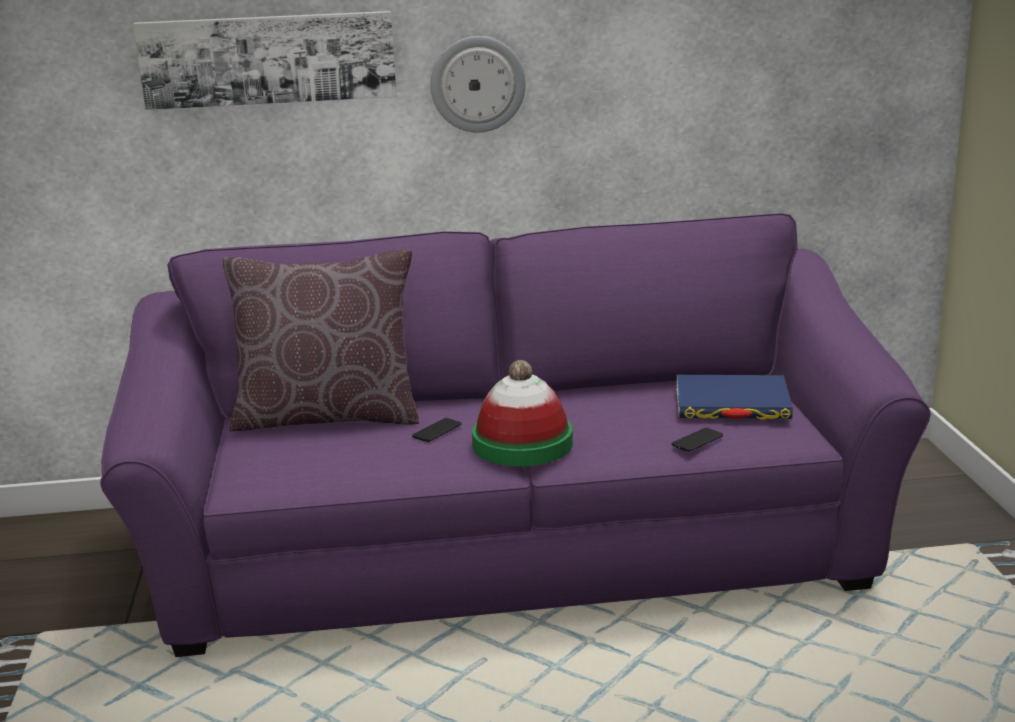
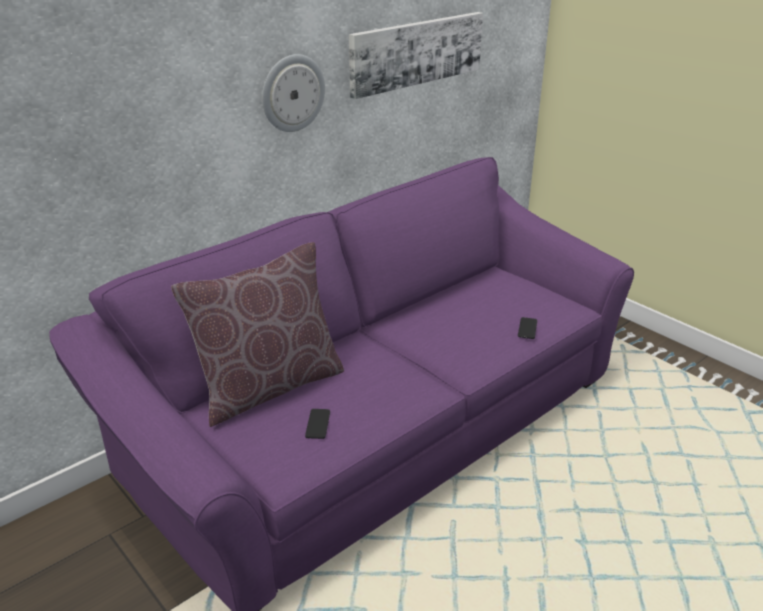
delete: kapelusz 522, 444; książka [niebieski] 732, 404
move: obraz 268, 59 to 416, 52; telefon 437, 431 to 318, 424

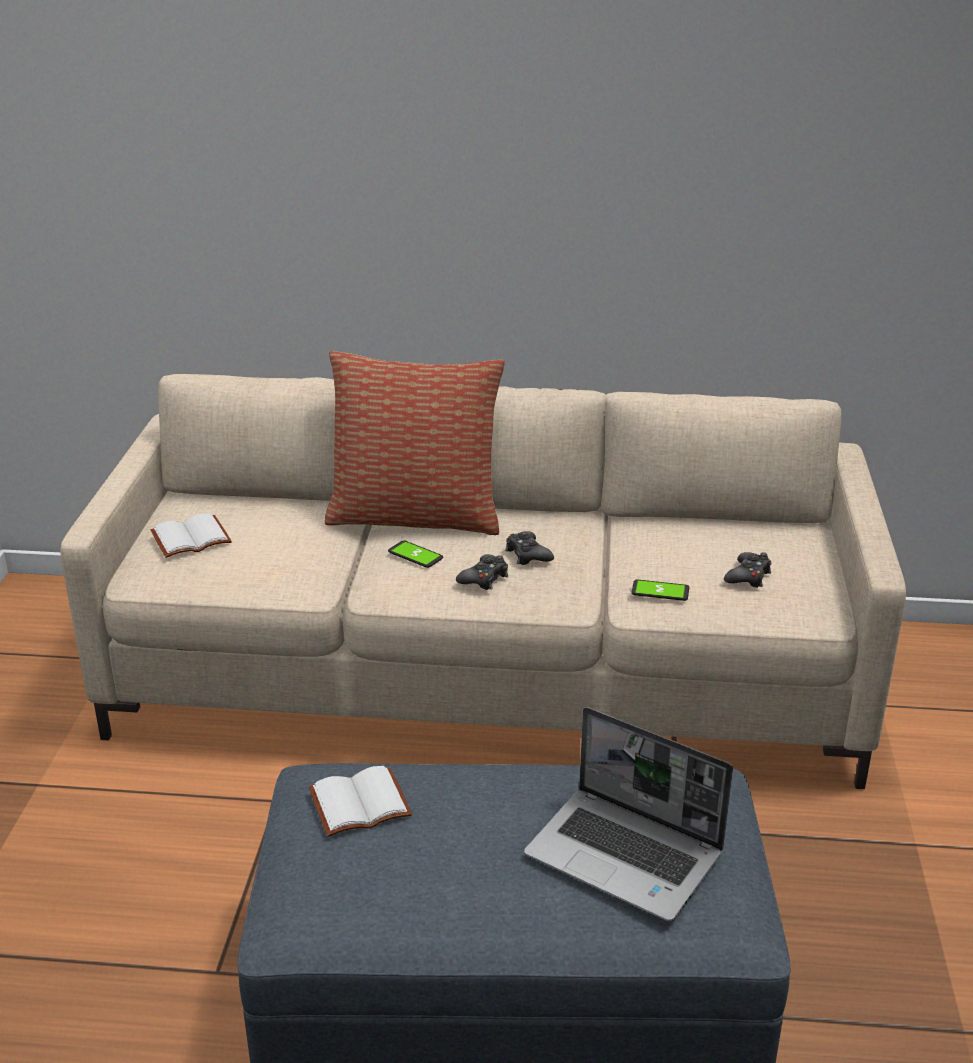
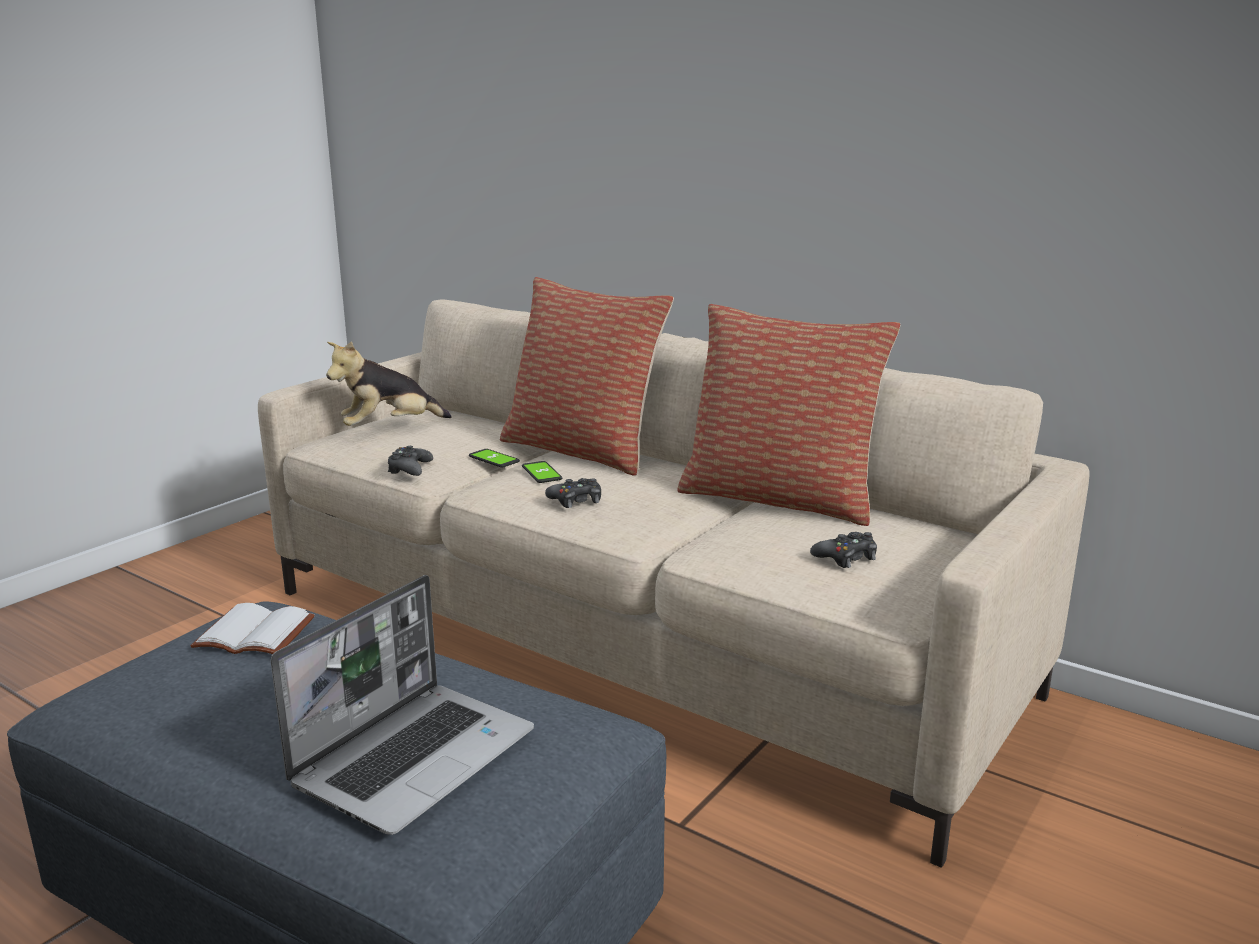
insert: poduszka 780, 498
move: pad do gier [czarny] 527, 555 to 409, 469; telefon 660, 591 to 494, 459
replace: książka [biały] 191, 537 to pluszak 389, 428
rotate: laptop 626, 855 = 415, 757 120 degrees counterclockwise

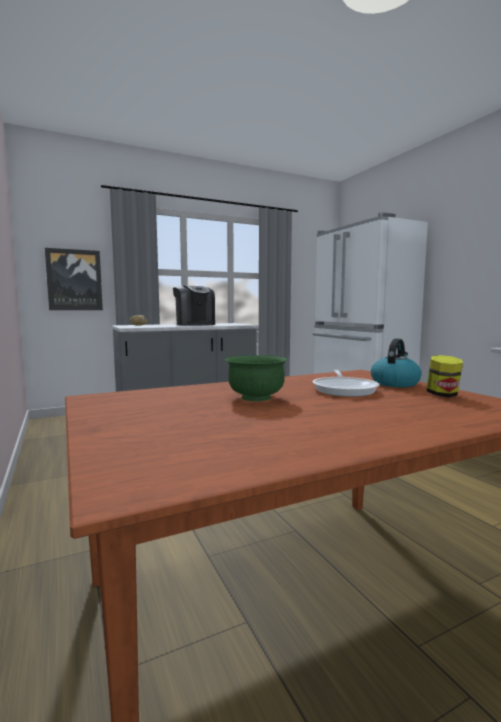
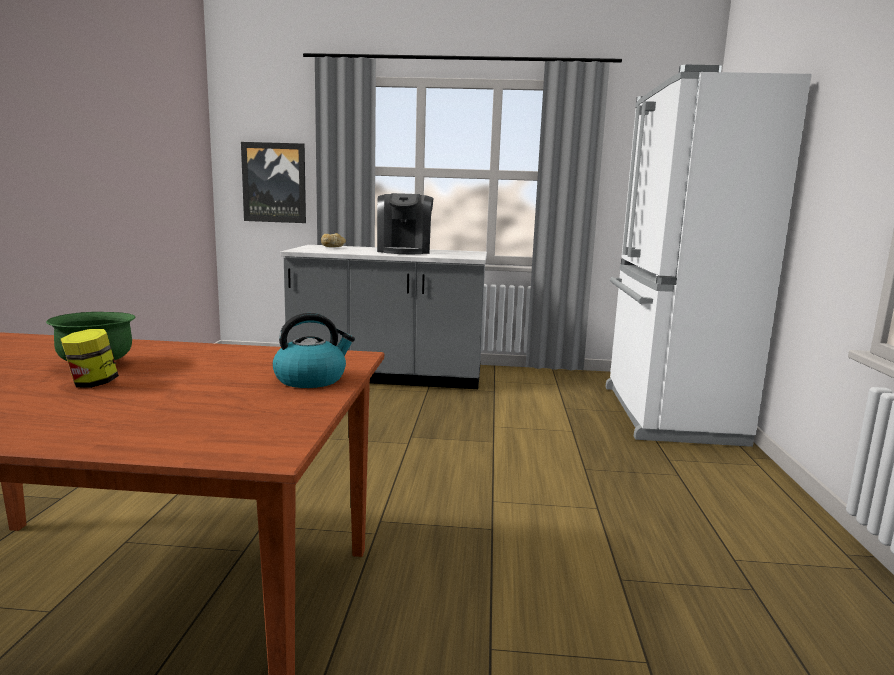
delete: patelnia 345, 389
move: słoik 442, 395 to 92, 384

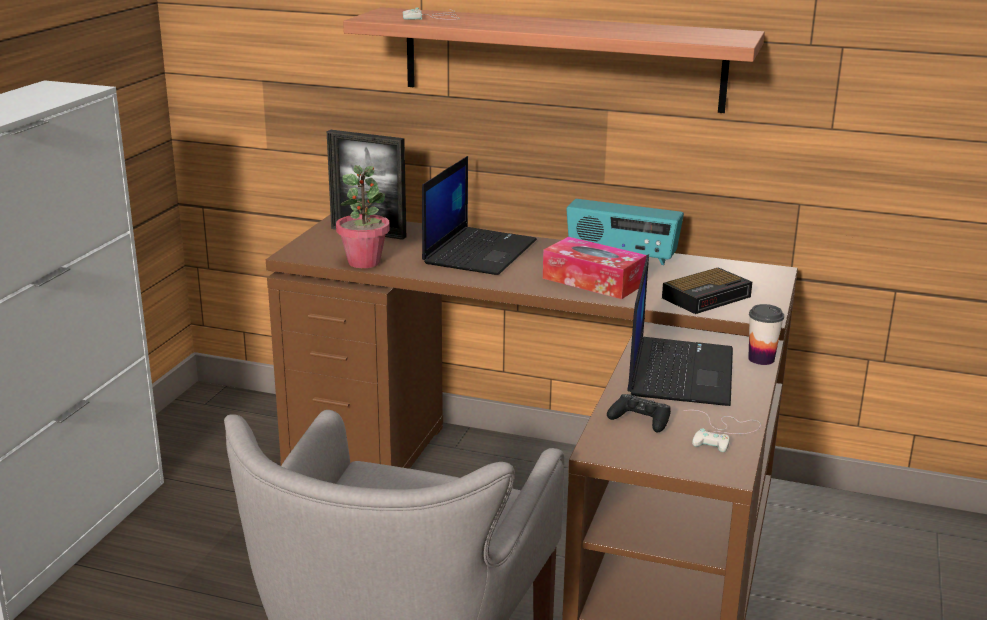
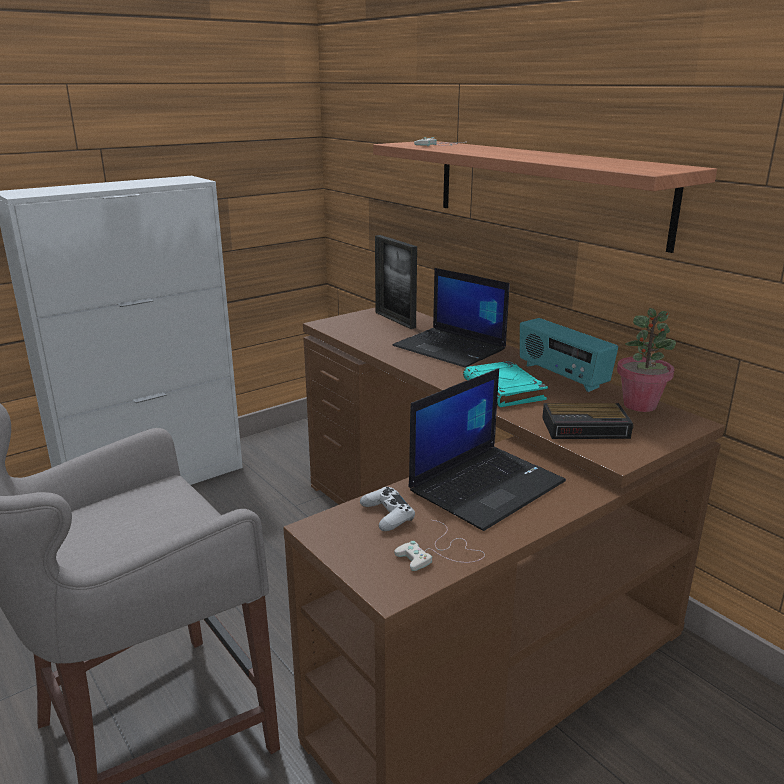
delete: filiżanka 761, 359
move: roślina doniczkowa 364, 262 to 640, 405
replace: pudełko chusteczek 593, 281 to książka [turkusowy] 504, 390
recolor: pad do gier [czarny] 640, 420 to pad do gier [biały] 387, 515
rotate: laptop 479, 251 = 451, 348 75 degrees clockwise

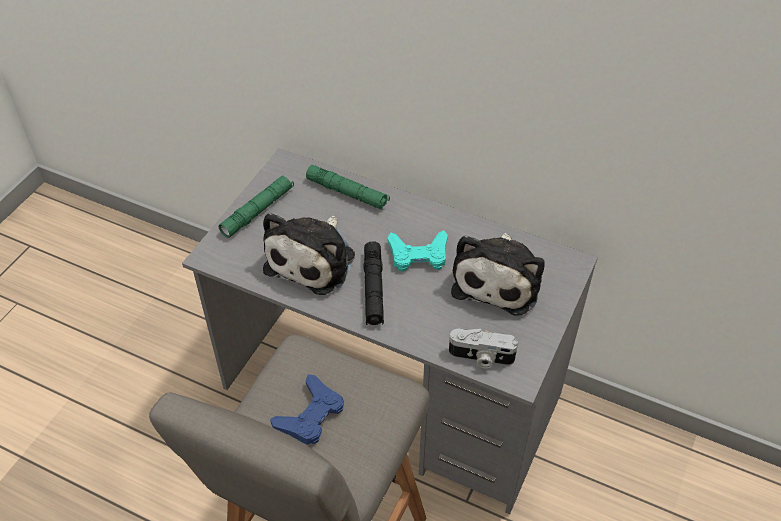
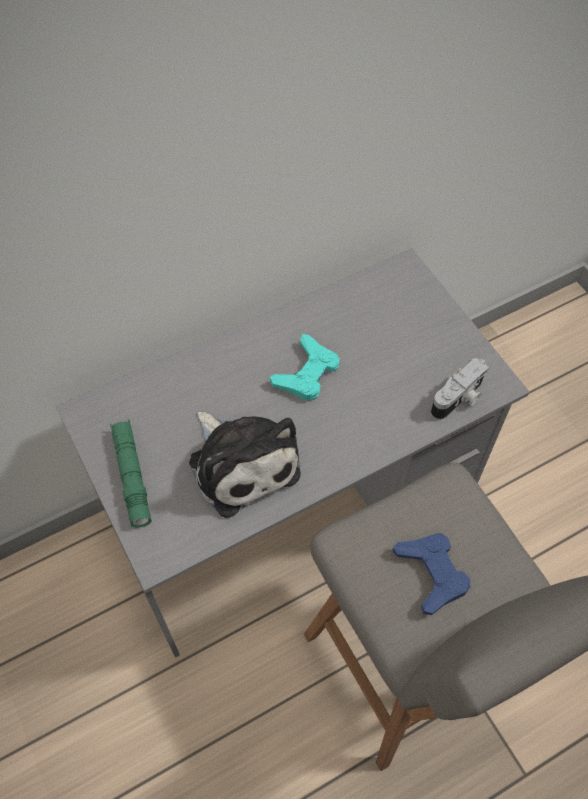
delete: latarka [zielony] 347, 193; pluszak 498, 279; latarka [czarny] 373, 289

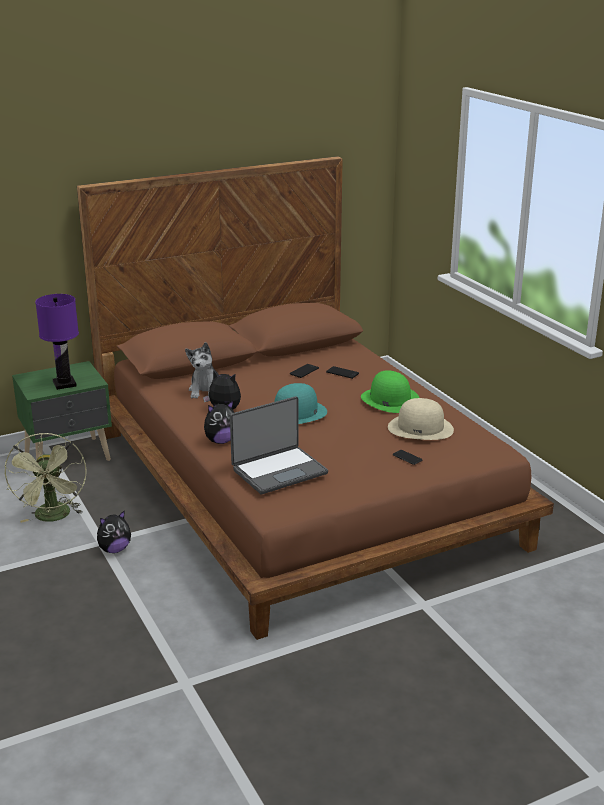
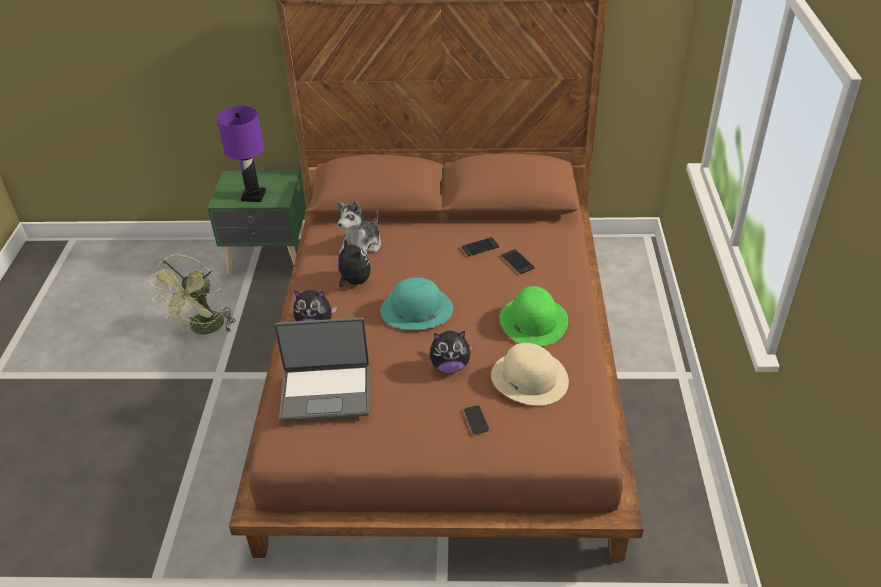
move: pluszak 114, 549 to 450, 366

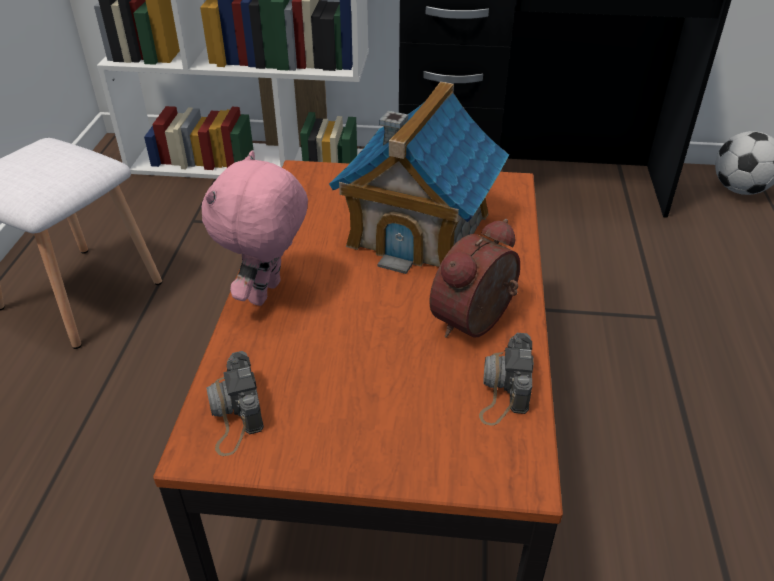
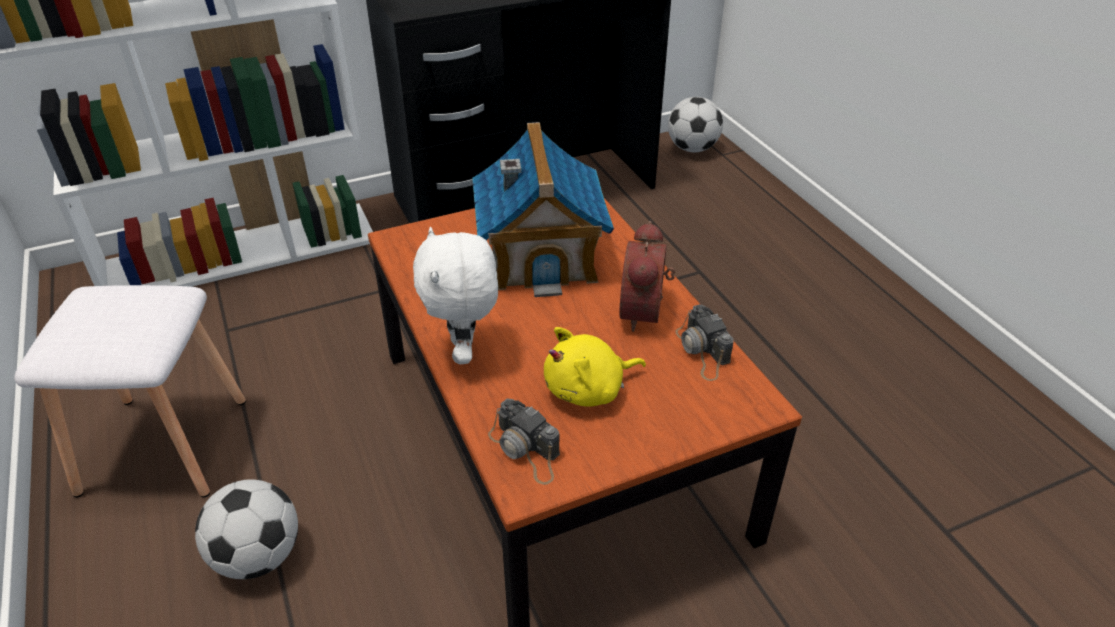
insert: pluszak [żółty] 589, 389; piłka futbolowa 258, 556
recolor: pluszak [różowy] 267, 294 to pluszak [biały] 464, 352

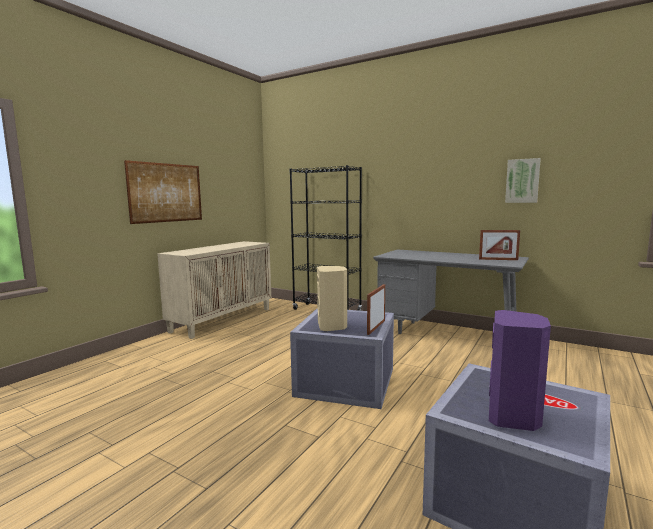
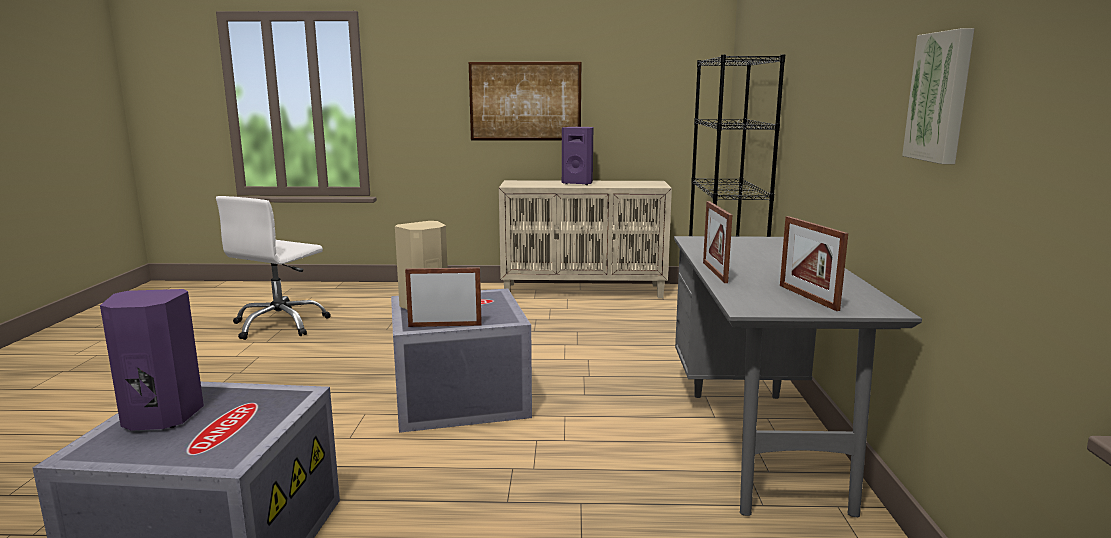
insert: głośnik [fioletowy] 578, 183; krzesło biurowe [biały] 280, 325; ramka na zdjęcie 714, 272

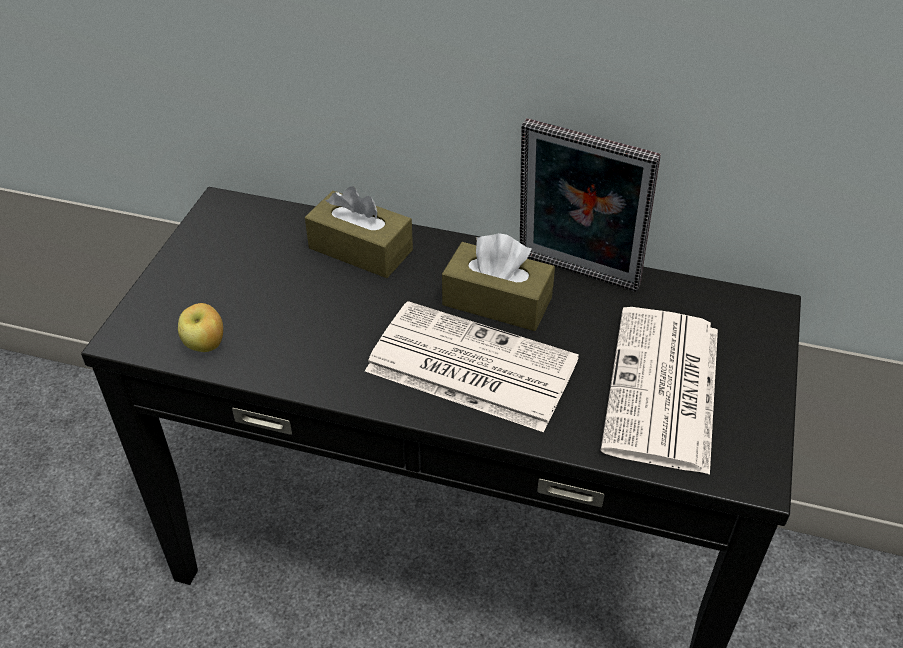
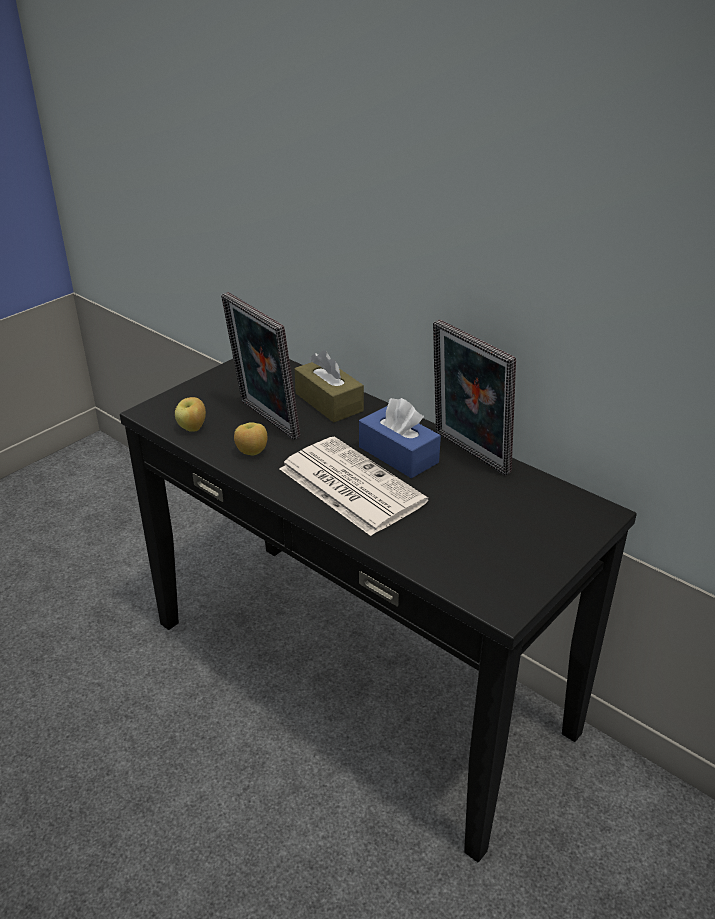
delete: gazeta 663, 391
insert: ramka na zdjęcie 264, 421; jabłko 252, 452
recolor: pudełko chusteczek [brązowy] 497, 301 to pudełko chusteczek [niebieski] 398, 455

